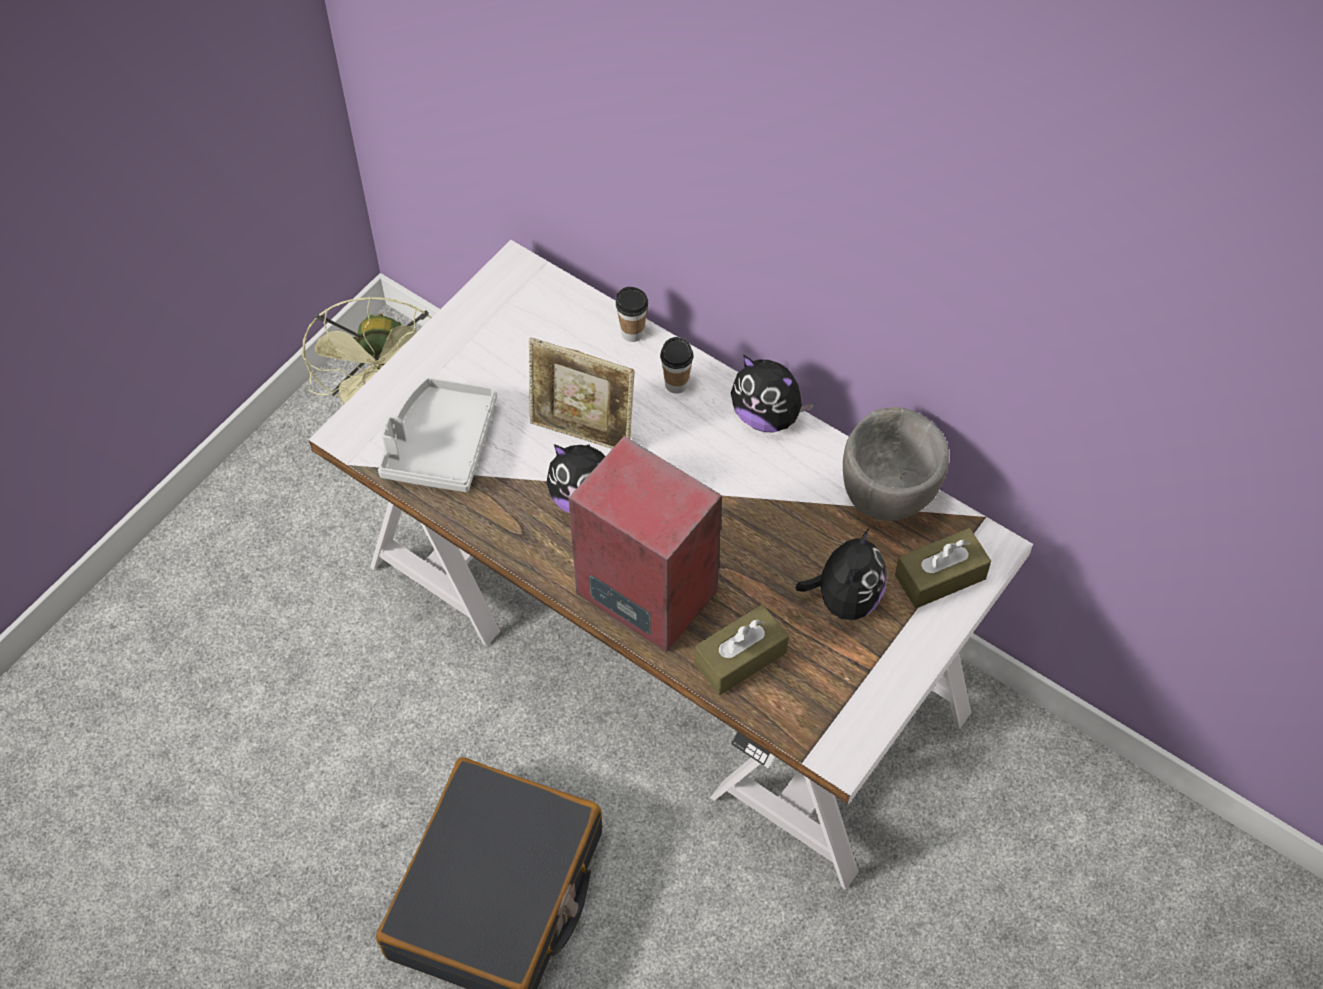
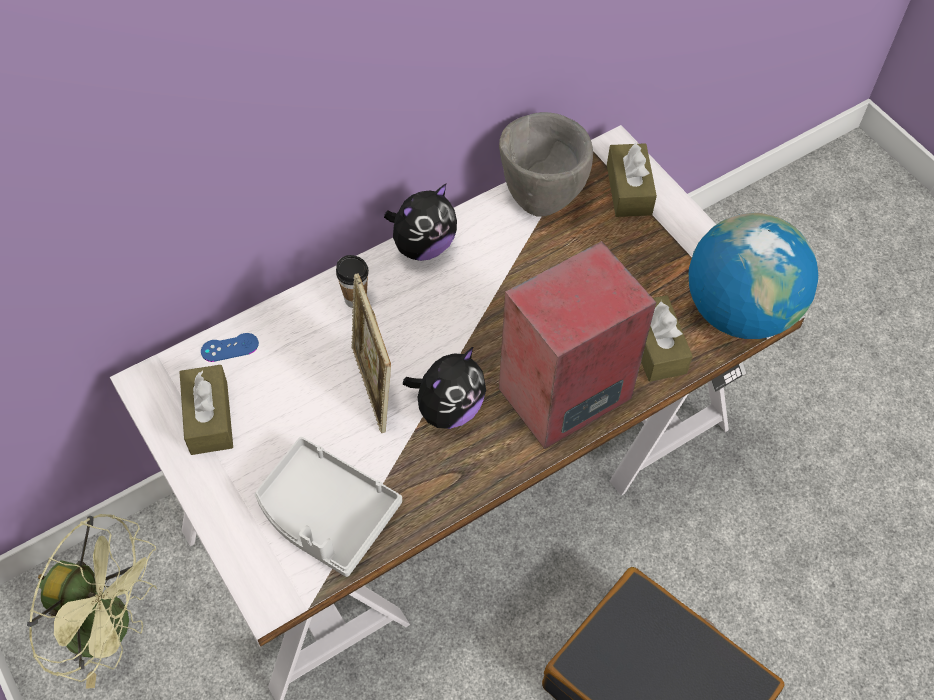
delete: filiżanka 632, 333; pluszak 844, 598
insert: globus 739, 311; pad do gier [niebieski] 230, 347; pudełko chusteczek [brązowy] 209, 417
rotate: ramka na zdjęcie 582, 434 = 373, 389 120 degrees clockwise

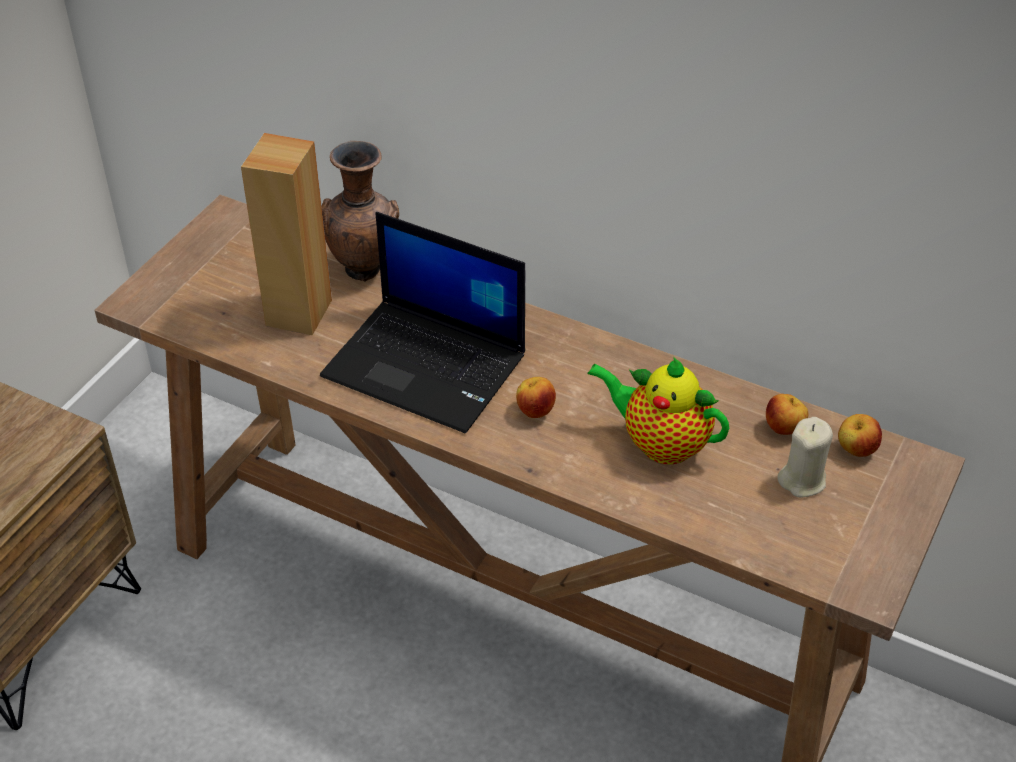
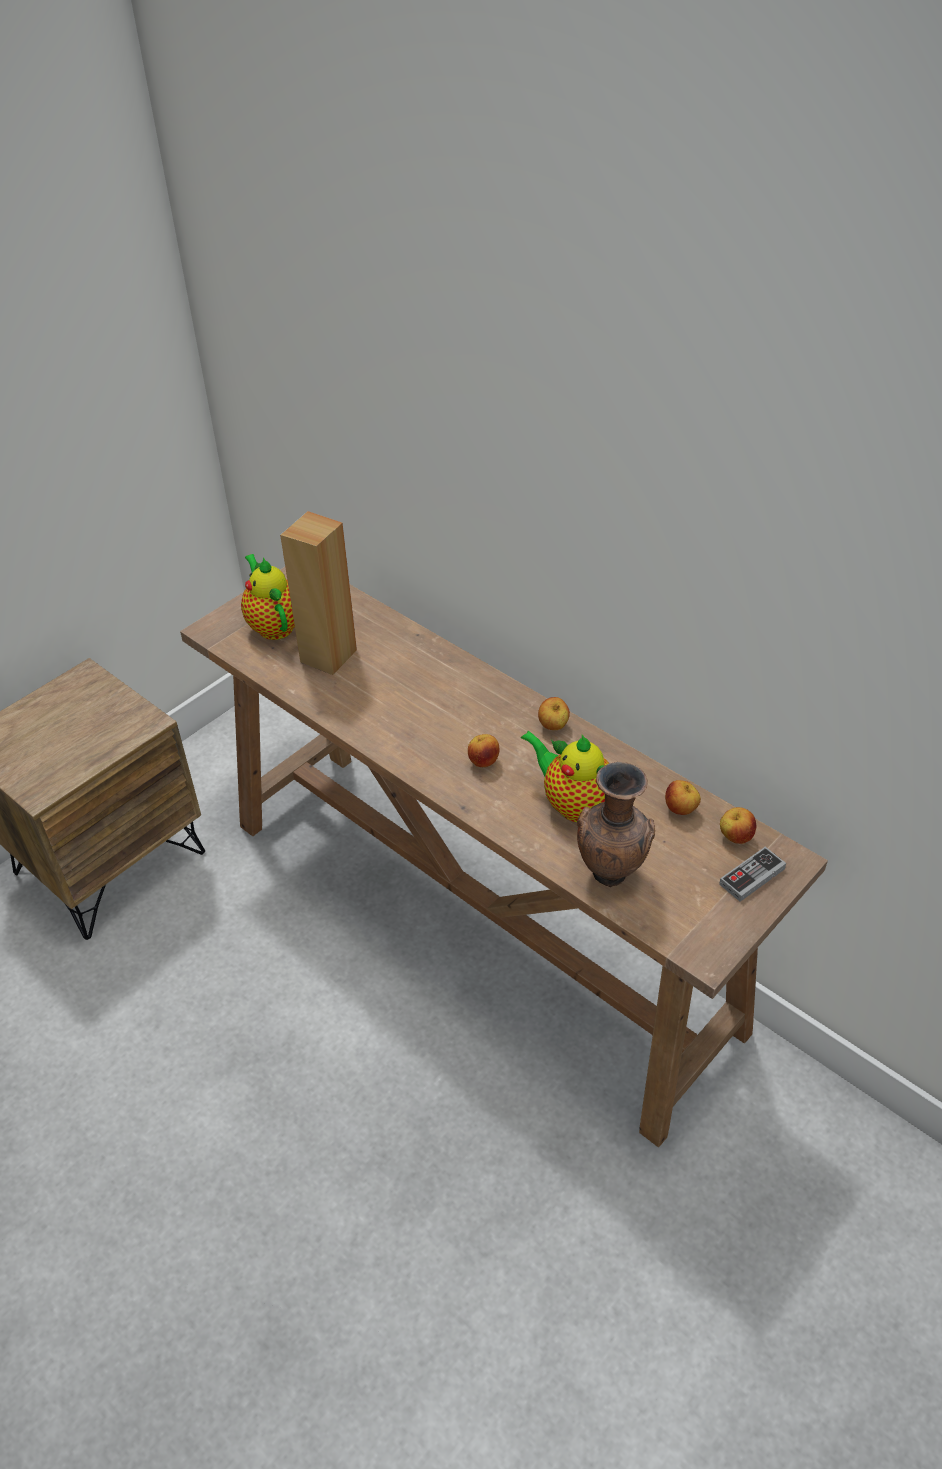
delete: laptop 427, 365; świeca [beżowy] 802, 480
insert: imbryk 274, 625; jabłko 553, 726; pad do gier 752, 876
move: wazon [brązowy] 365, 269 to 611, 873

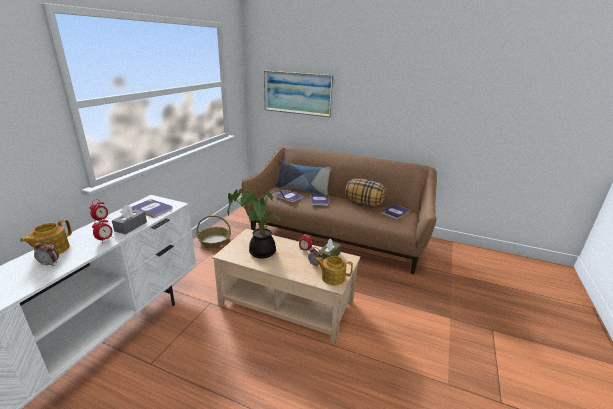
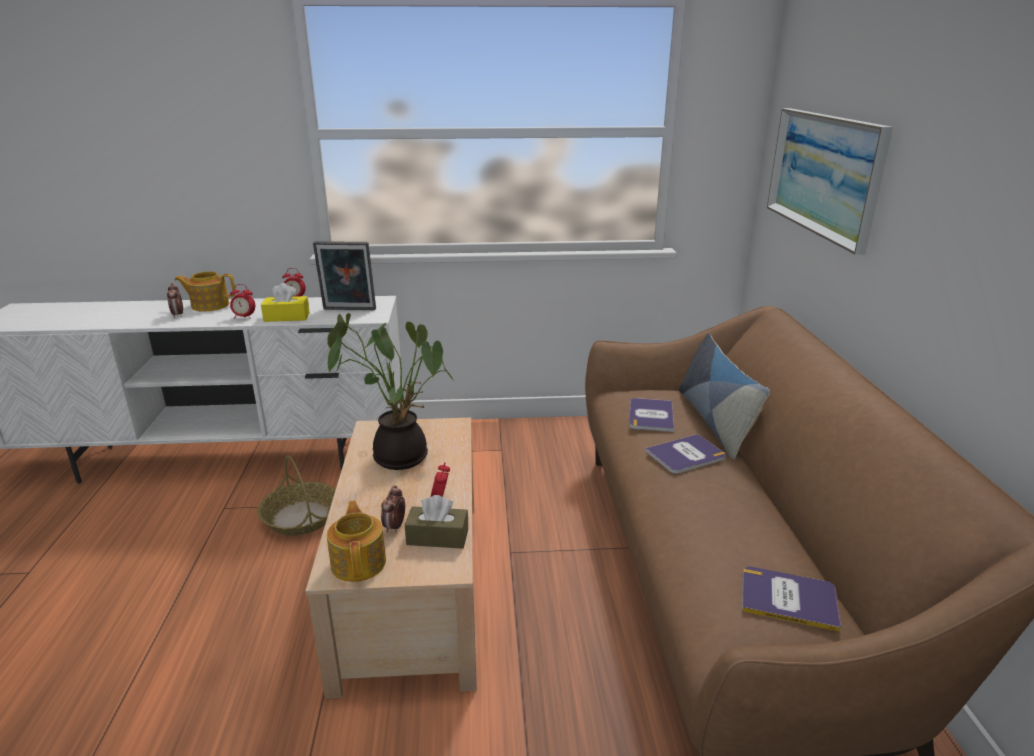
delete: poduszka 364, 203
move: koszyk 214, 240 to 301, 517
replace: książka 152, 209 to ramka na zdjęcie 349, 310
recolor: pudełko chusteczek [szary] 131, 226 to pudełko chusteczek [żółty] 287, 317

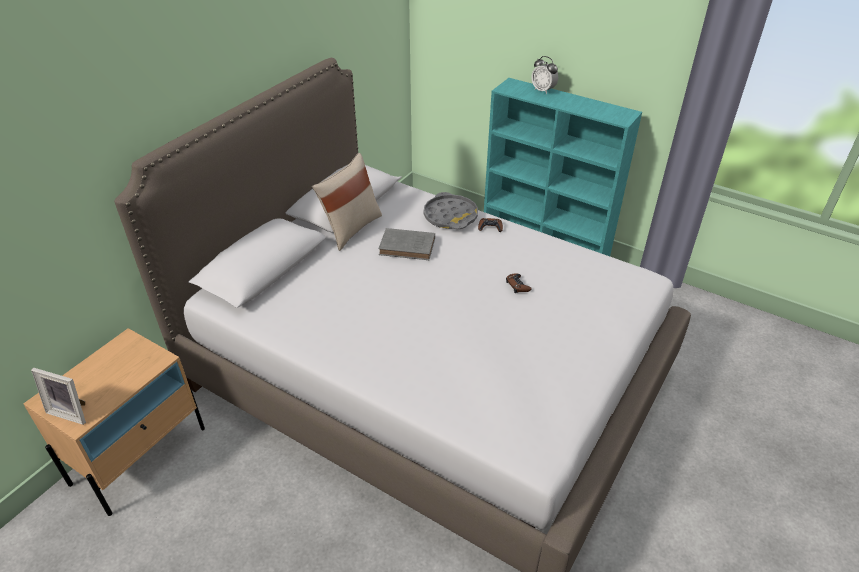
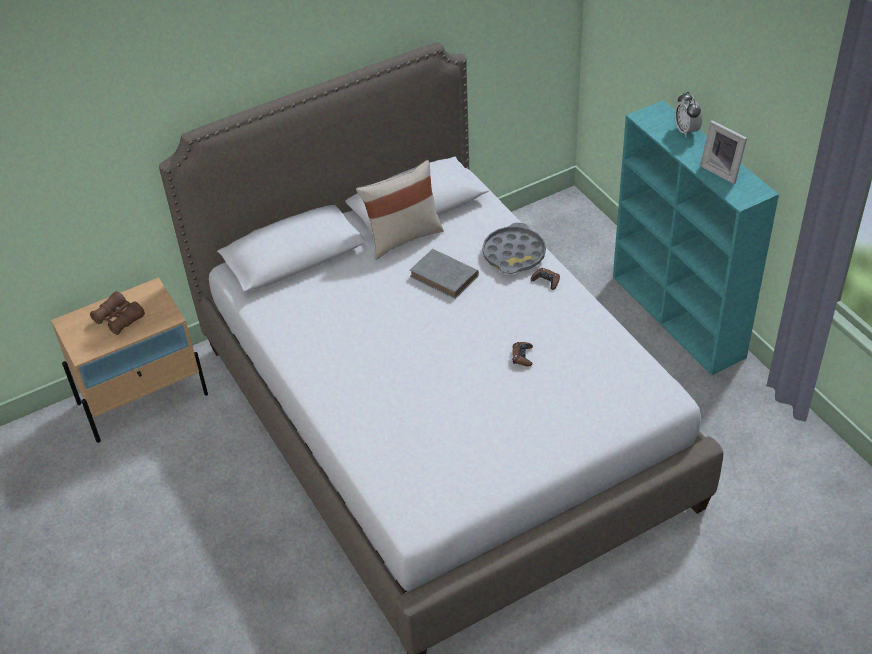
insert: lornetka [brązowy] 119, 319
move: ramka na zdjęcie 71, 411 to 722, 170

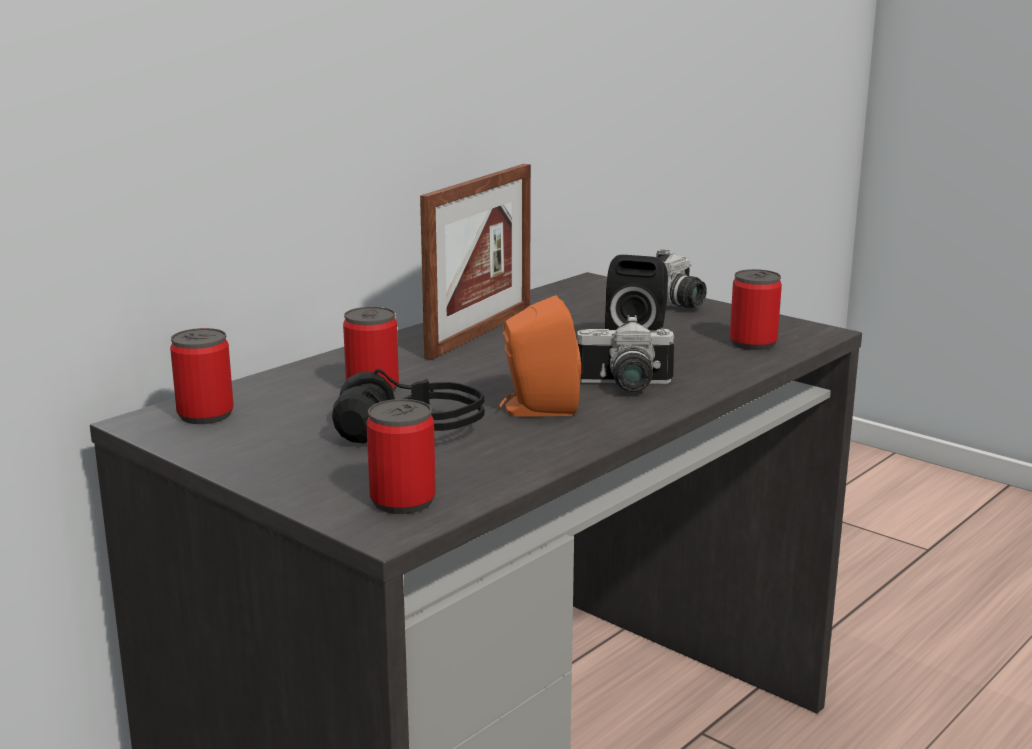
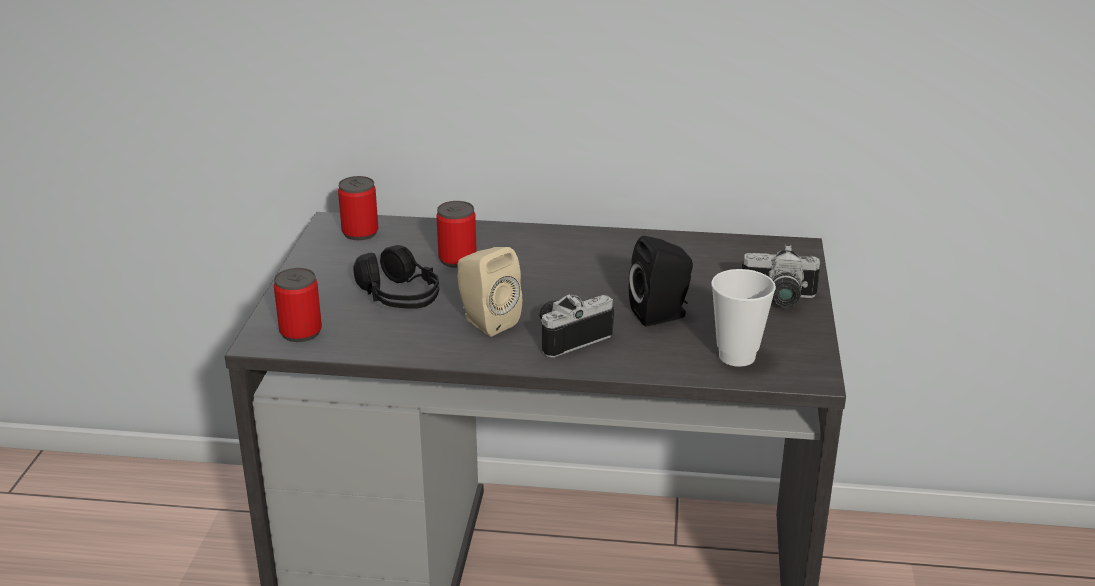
delete: ramka na zdjęcie 480, 332
replace: puszka 753, 343 to filiżanka 737, 356
recolor: głośnik [pomarańczowy] 536, 409 to głośnik [beżowy] 486, 321
rotate: aparat fotograficzny 624, 386 = 568, 336 90 degrees clockwise

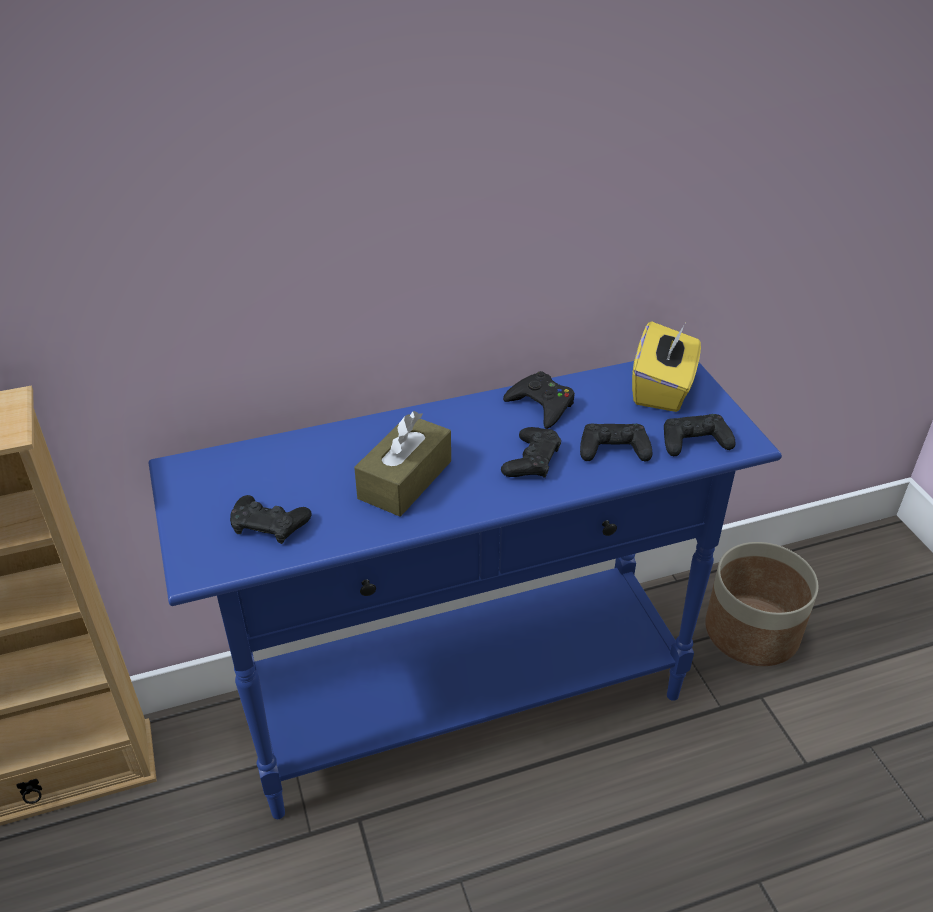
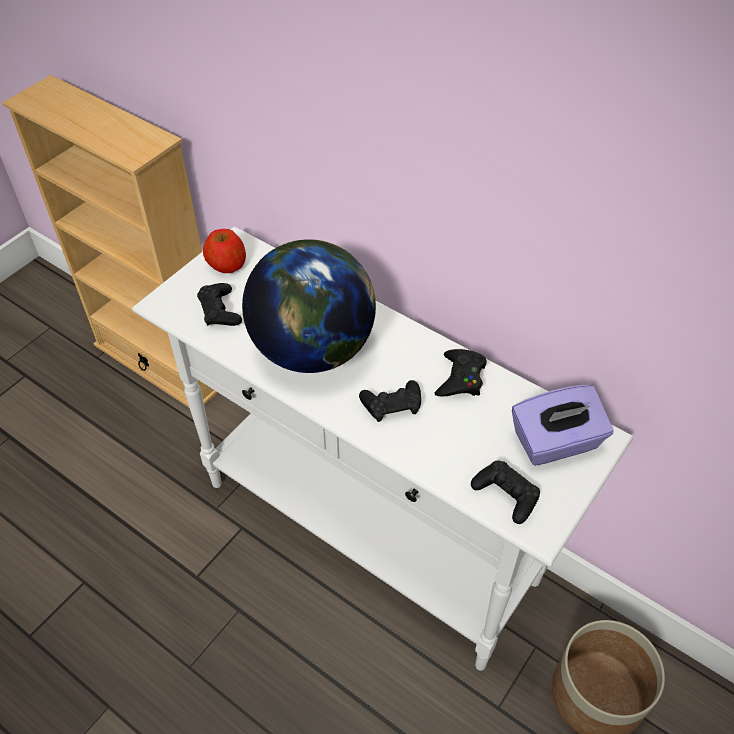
delete: pad do gier [czarny] 613, 449
insert: jabłko 227, 264
replace: pudełko chusteczek [brązowy] 405, 480 to globus 313, 349
recolor: pudełko chusteczek [żółty] 662, 389 to pudełko chusteczek [fioletowy] 556, 442; stolik konsolowy [niebieski] 467, 701 to stolik konsolowy [biały] 369, 533

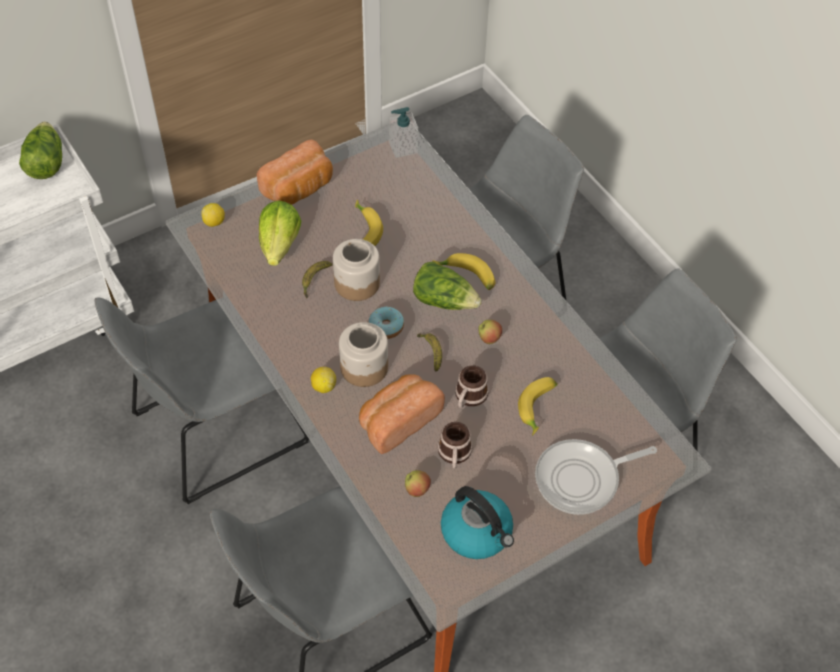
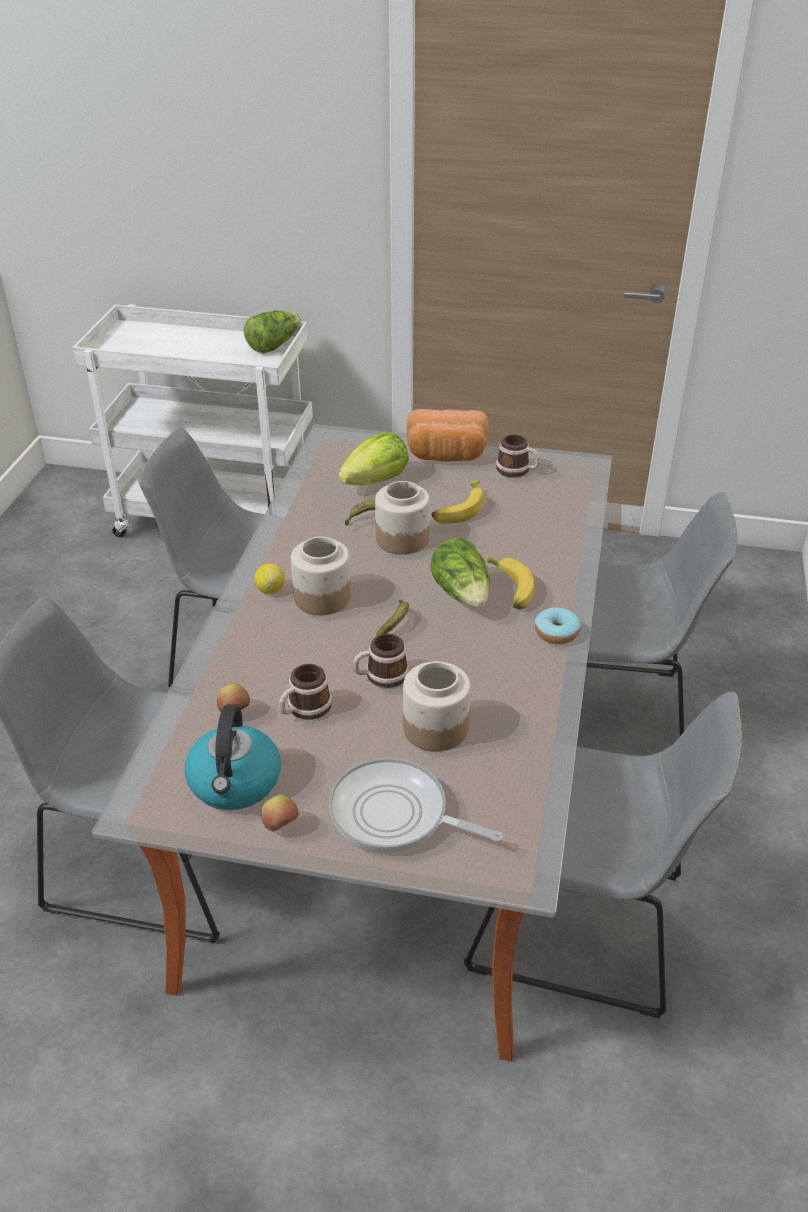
delete: dozownik mydła 403, 147; cytryna 214, 222; chleb 398, 420
insert: kubek 517, 470
move: donut 386, 327 to 556, 632; jabłko 489, 338 to 280, 826
replace: banan 539, 409 to słoik 435, 728

